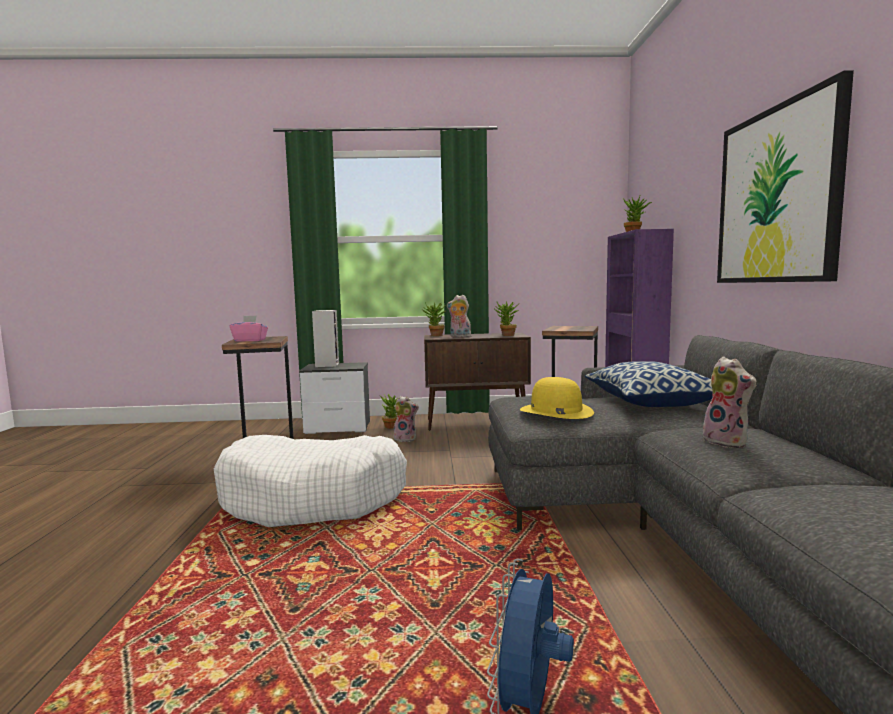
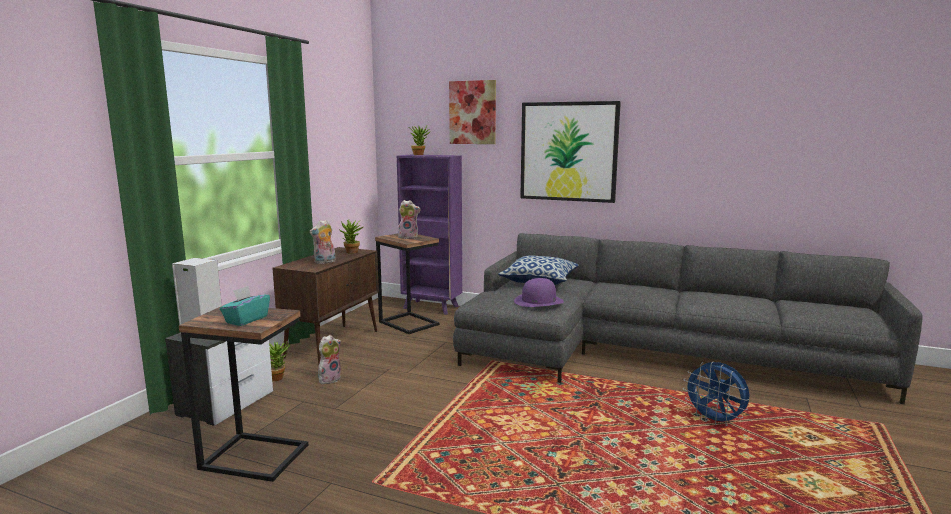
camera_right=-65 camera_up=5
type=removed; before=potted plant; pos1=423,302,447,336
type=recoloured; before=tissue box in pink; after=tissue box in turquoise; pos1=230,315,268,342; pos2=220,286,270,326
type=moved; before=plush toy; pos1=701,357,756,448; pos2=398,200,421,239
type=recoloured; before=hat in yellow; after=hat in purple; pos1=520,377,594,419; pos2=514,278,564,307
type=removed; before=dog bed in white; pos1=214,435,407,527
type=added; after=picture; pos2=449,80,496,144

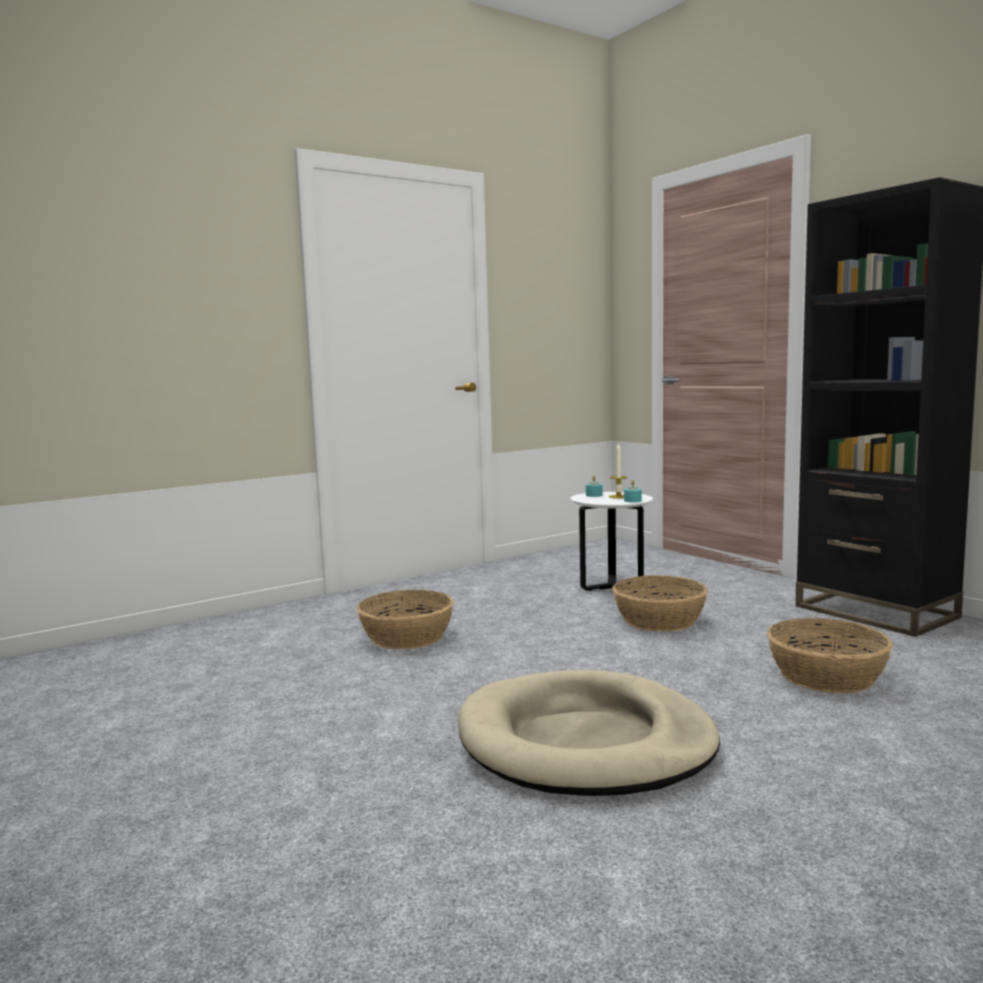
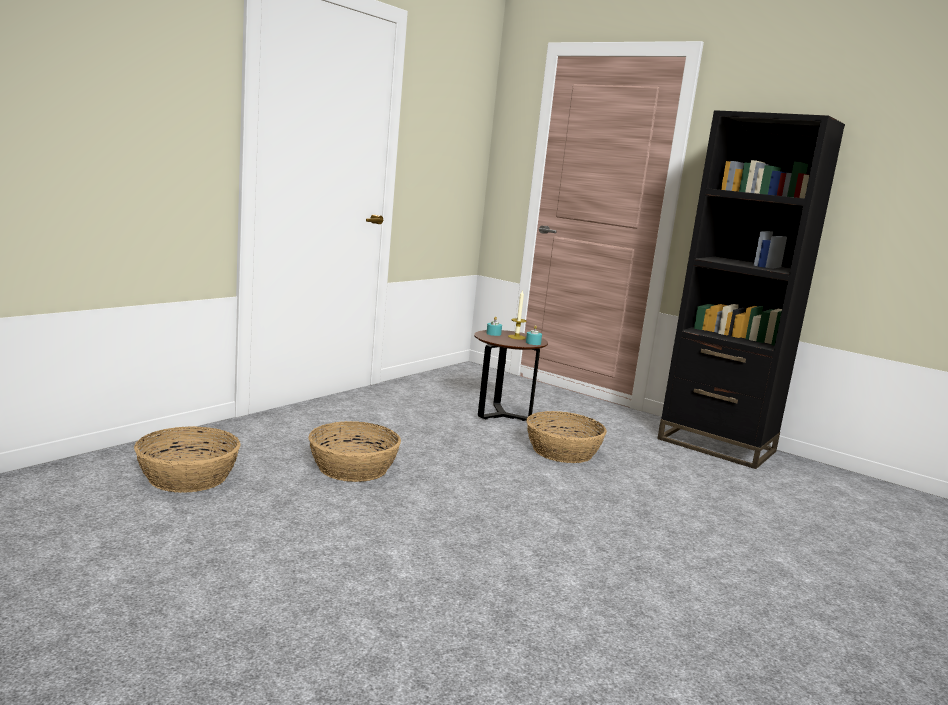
camera_right=-20 camera_up=5
type=recoloured; before=side table in white; after=side table in brown; pos1=570,492,653,591; pos2=474,330,548,421
type=moved; before=basket; pos1=767,618,893,693; pos2=134,426,240,493
type=removed; before=dog bed in beige; pos1=458,670,720,796

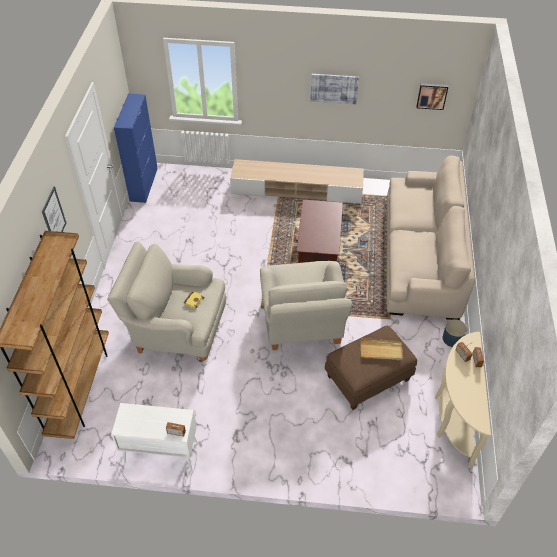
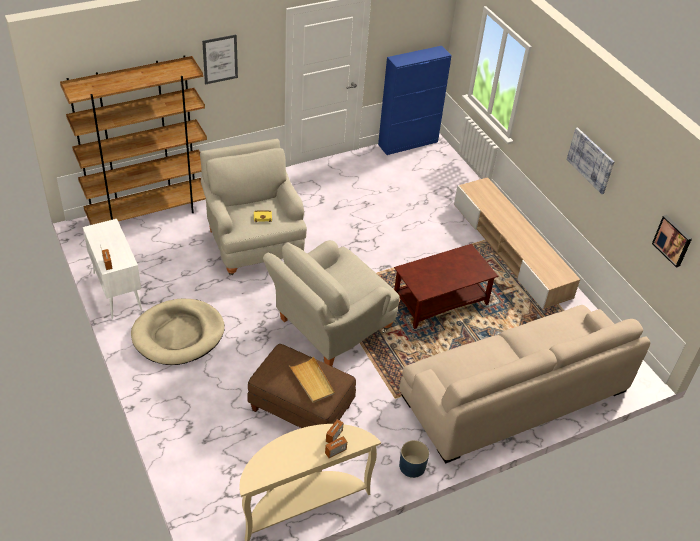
camera_right=55 camera_up=-5
type=added; after=dog bed in beige; pos2=131,299,225,365

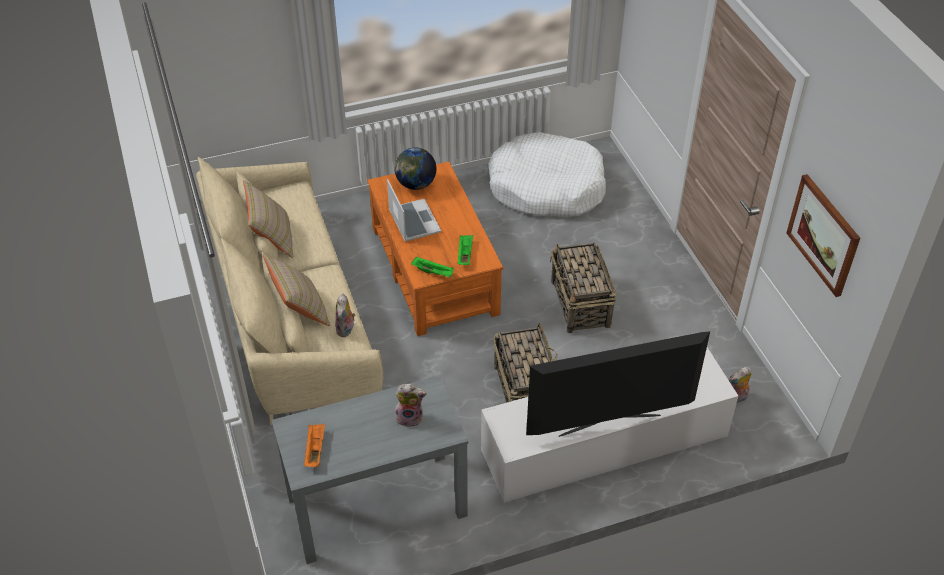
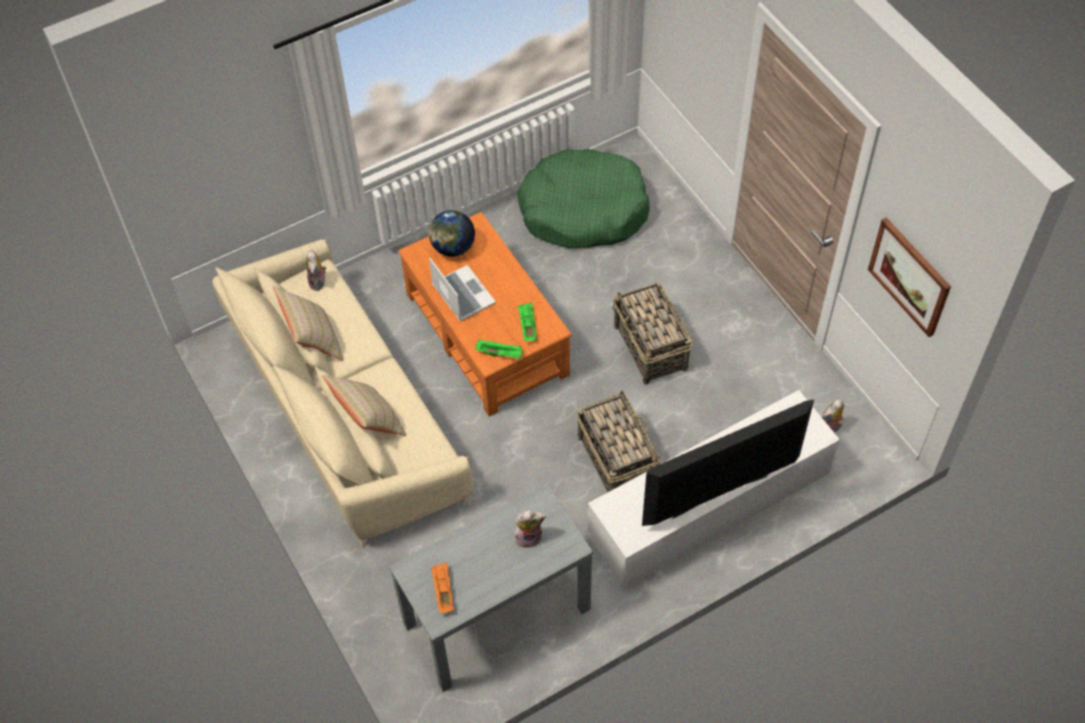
camera_right=-10 camera_up=10
type=recoloured; before=dog bed in white; after=dog bed in green; pos1=488,132,606,217; pos2=517,149,650,248
type=moved; before=plush toy; pos1=335,294,355,337; pos2=306,250,326,291

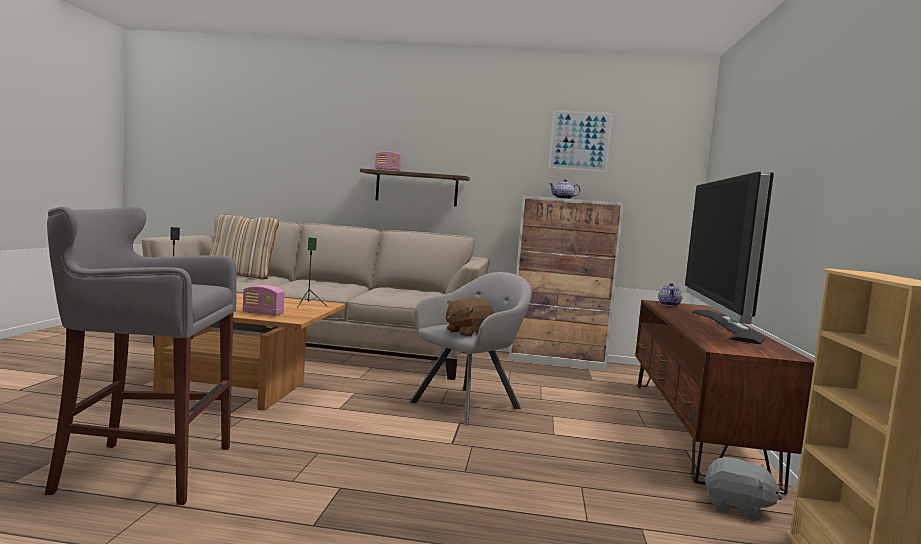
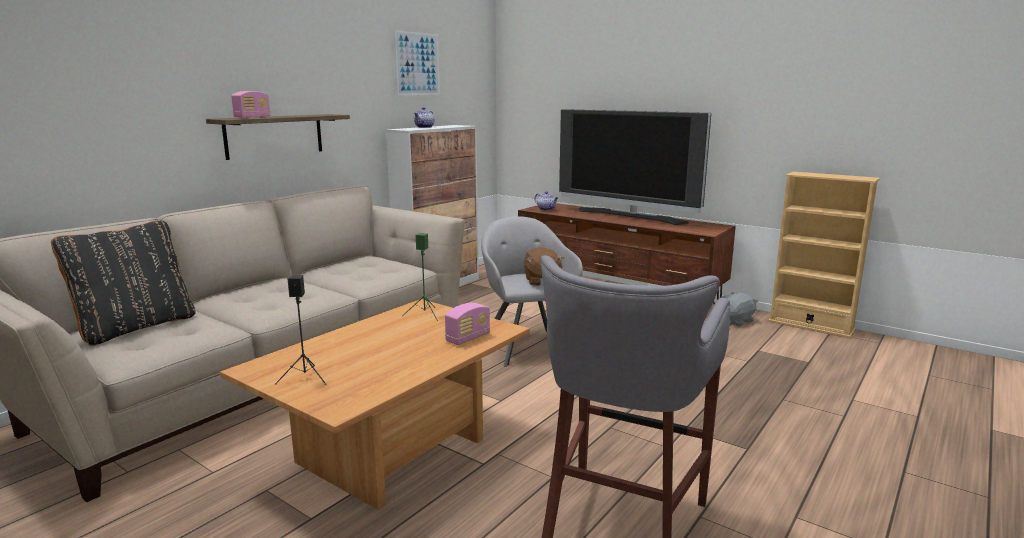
camera_right=-60 camera_up=10
type=recoloured; before=pillow in beige; after=pillow in black; pos1=210,214,279,279; pos2=51,220,196,346

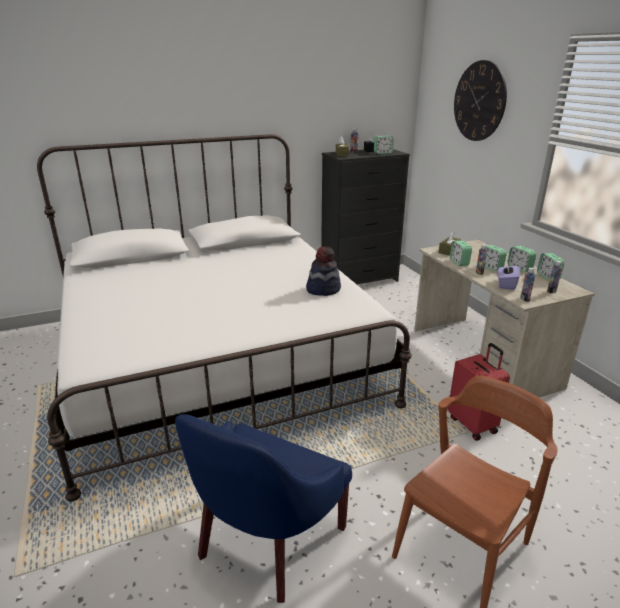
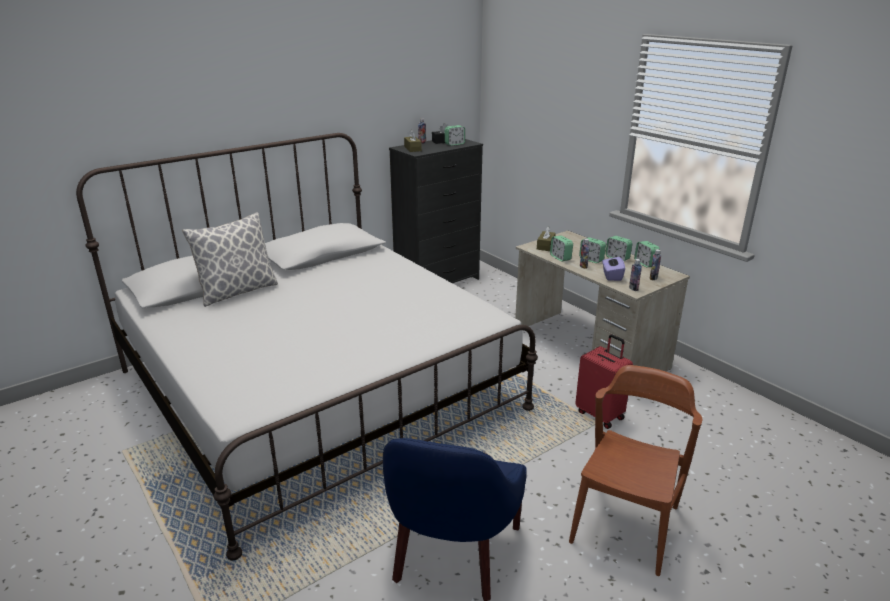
camera_right=-15 camera_up=0
type=removed; before=wall clock; pos1=454,60,507,141
type=removed; before=hat; pos1=306,246,341,296
type=added; after=pillow; pos2=182,212,278,307

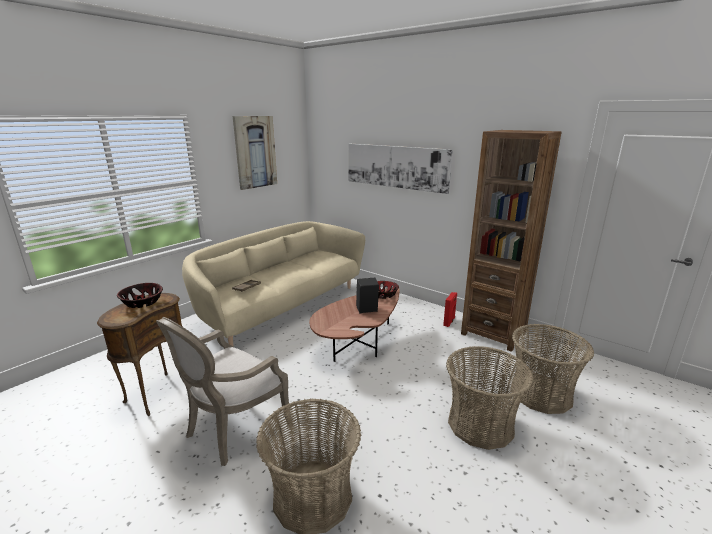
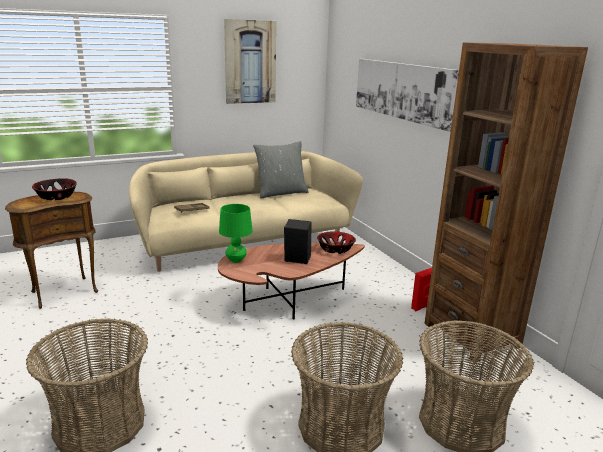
camera_right=25 camera_up=0
type=removed; before=armchair; pos1=156,317,293,466
type=added; after=pillow in grey; pos2=253,141,309,199
type=added; after=table lamp in green; pos2=219,204,252,263

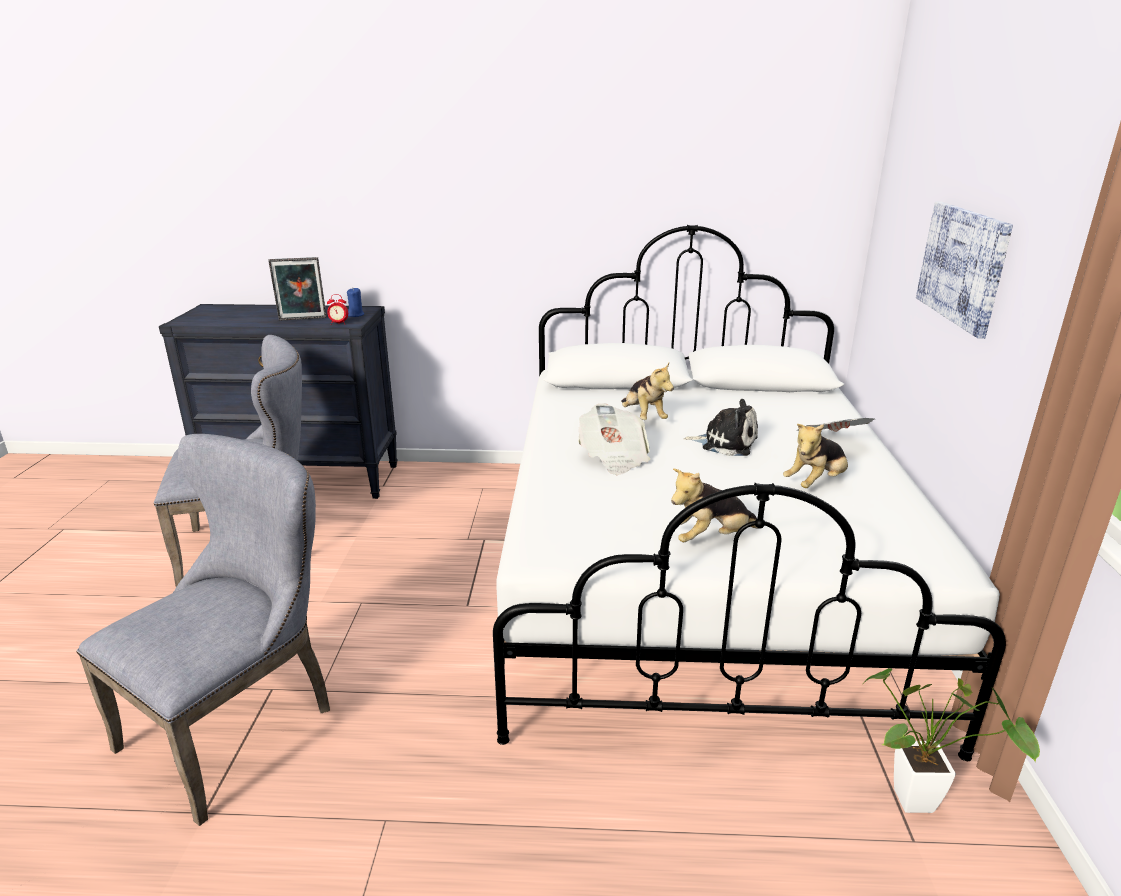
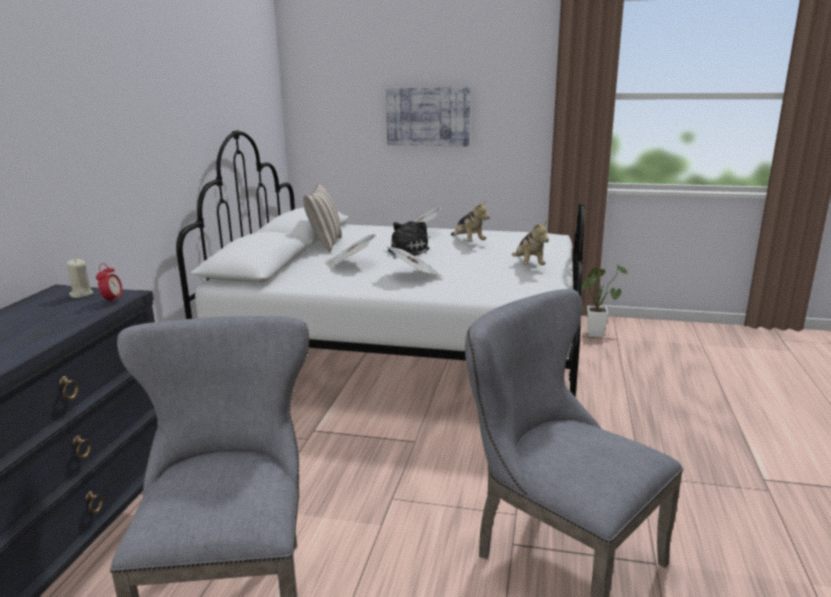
camera_right=-80 camera_up=-5
type=removed; before=picture frame; pos1=268,257,327,321
type=recoloured; before=candle in blue; after=candle in beige; pos1=347,288,364,317; pos2=66,259,94,298
type=replaced; before=plush toy; after=newspaper; pos1=621,363,674,420; pos2=325,234,376,268
type=added; after=pillow; pos2=303,184,342,253

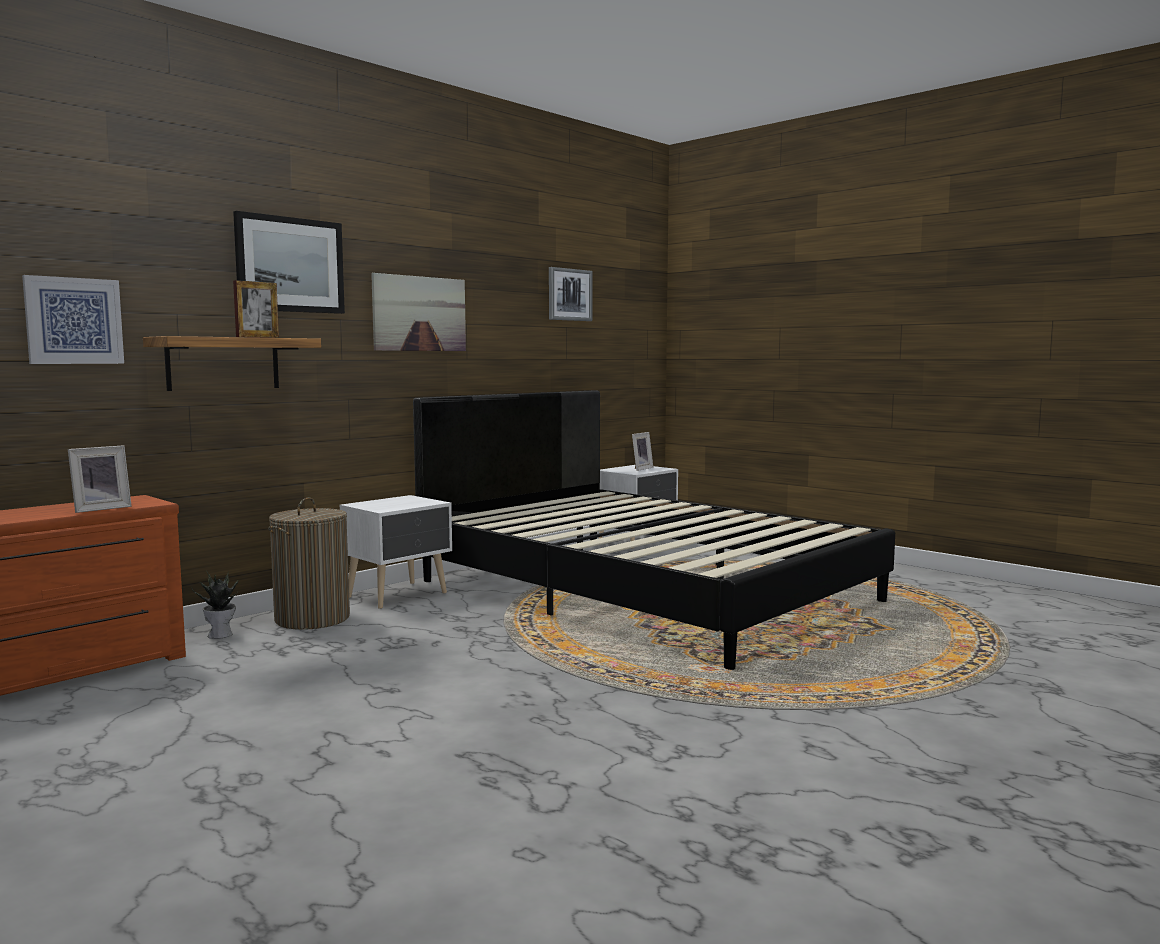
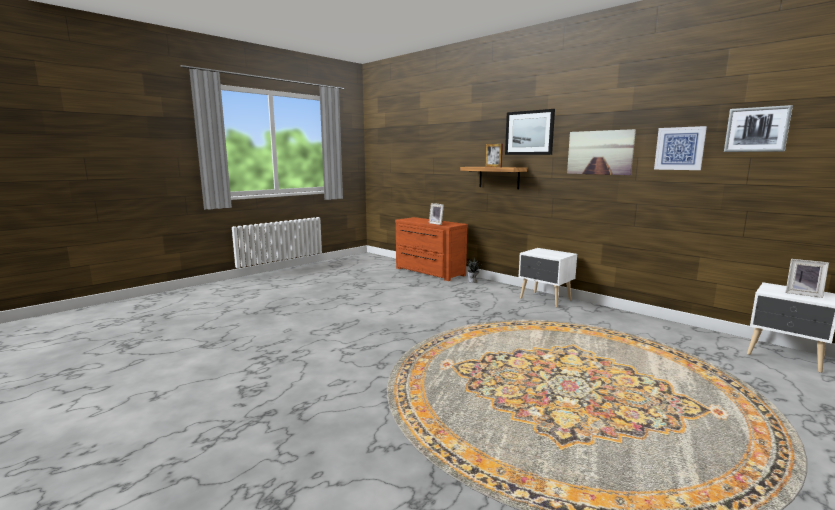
camera_right=90 camera_up=5
type=moved; before=picture; pos1=22,275,124,364; pos2=654,126,707,170
type=removed; before=bed in black; pos1=413,390,895,670
type=removed; before=laundry basket; pos1=268,497,350,630

